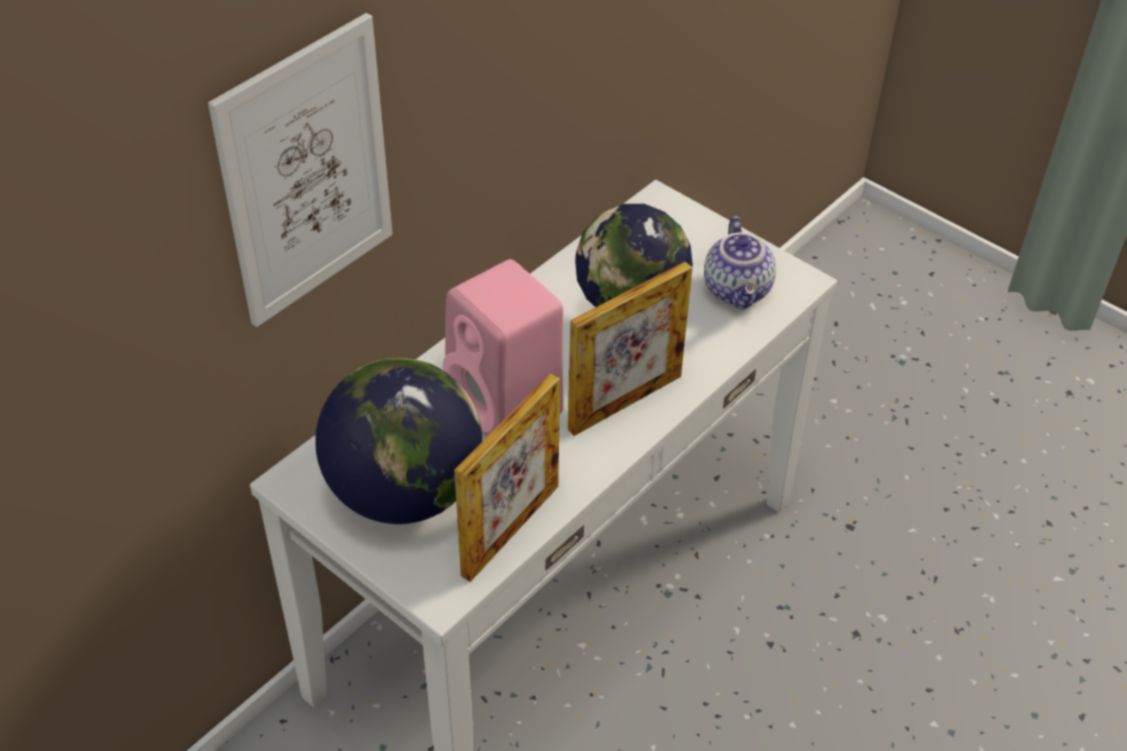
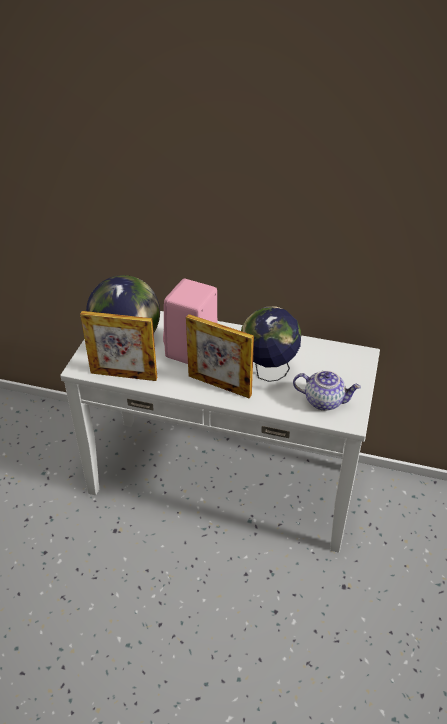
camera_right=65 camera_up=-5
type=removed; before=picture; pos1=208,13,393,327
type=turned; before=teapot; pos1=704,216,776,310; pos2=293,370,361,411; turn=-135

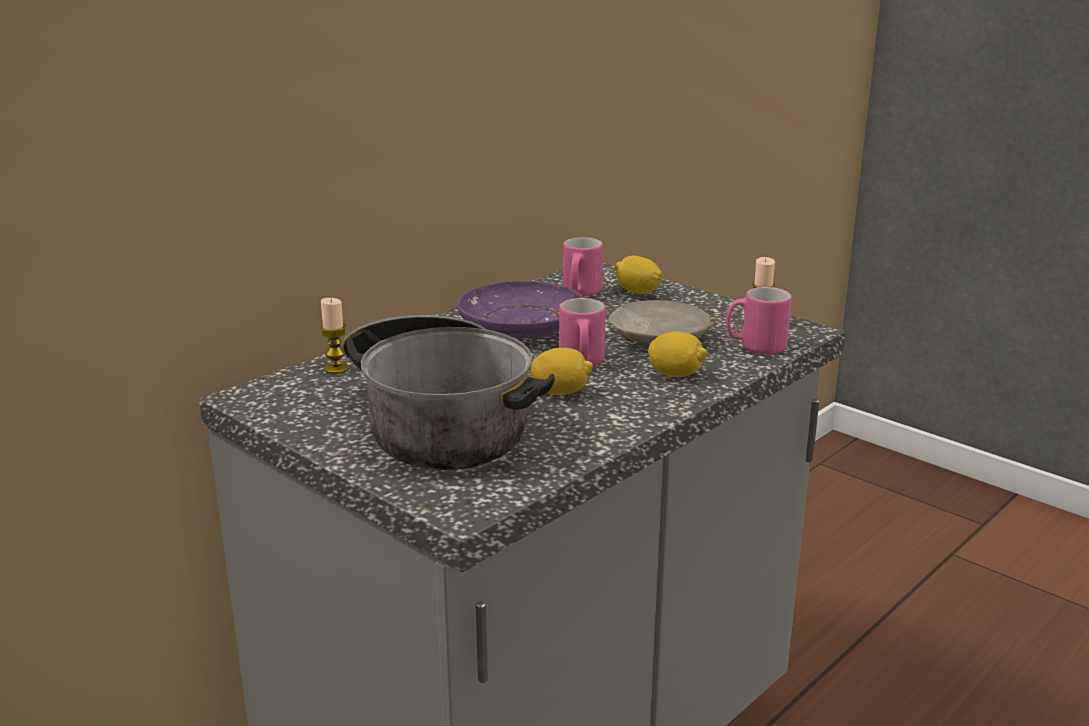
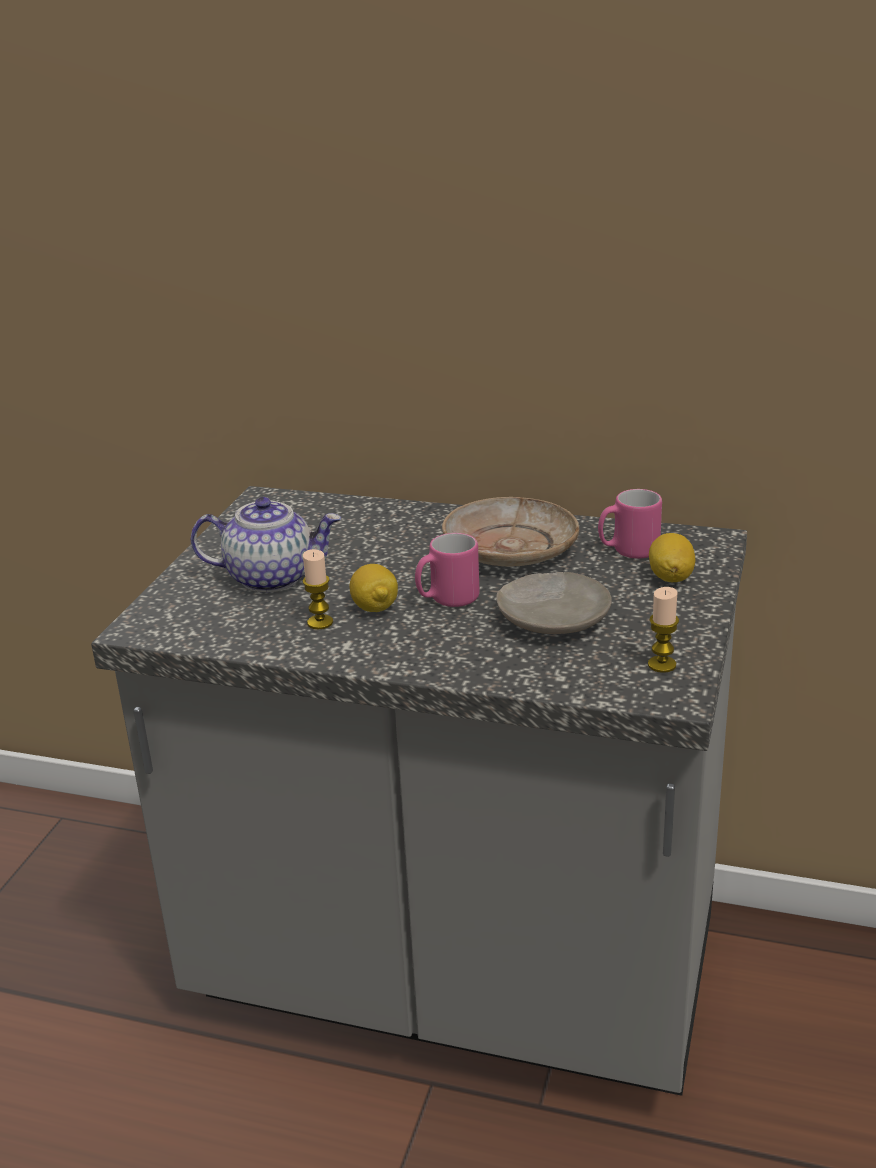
camera_right=65 camera_up=5
type=recoloured; before=plate in purple; after=plate in beige; pos1=457,281,584,338; pos2=442,497,579,566
type=removed; before=mug in pink; pos1=726,287,792,354
type=moved; before=candle; pos1=320,298,349,374; pos2=303,549,333,629
type=replaced; before=cooking pot; after=teapot; pos1=342,315,555,470; pos2=191,497,341,592
type=removed; before=lemon; pos1=648,332,708,377

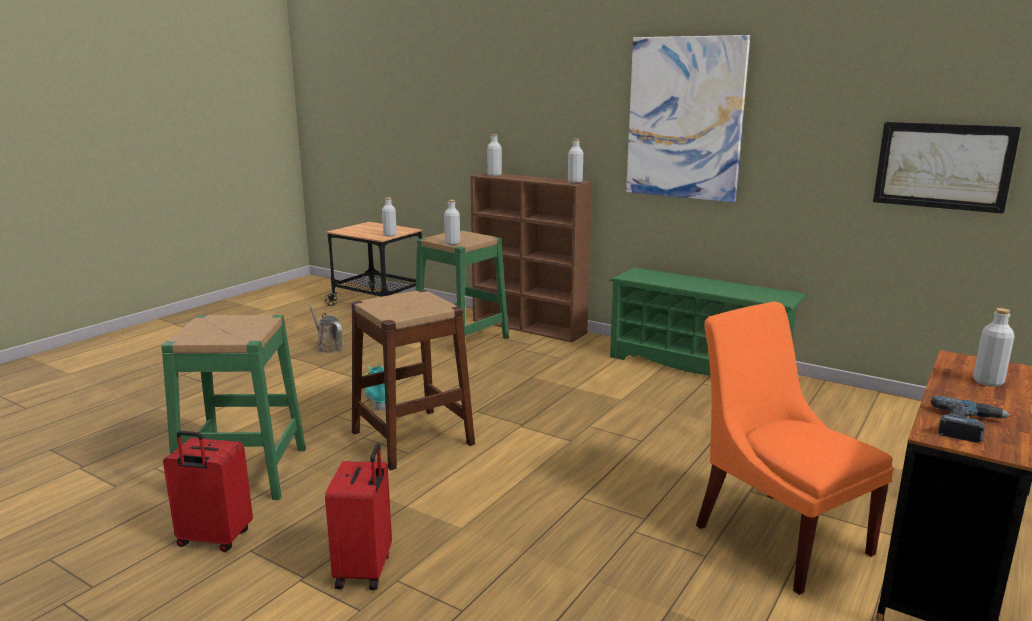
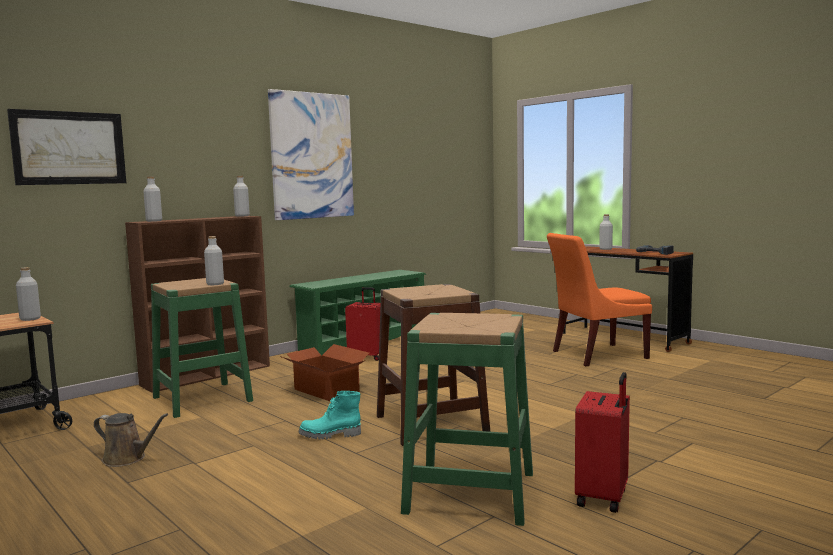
camera_right=-75 camera_up=-10
type=moved; before=picture; pos1=873,122,1021,214; pos2=7,109,126,185
type=turned; before=watering can in brown; pos1=308,304,345,353; pos2=94,413,168,467; turn=-135
type=moved; before=suitcase in red; pos1=325,444,392,590; pos2=345,287,380,361
type=added; after=cardboard box; pos2=280,344,369,401

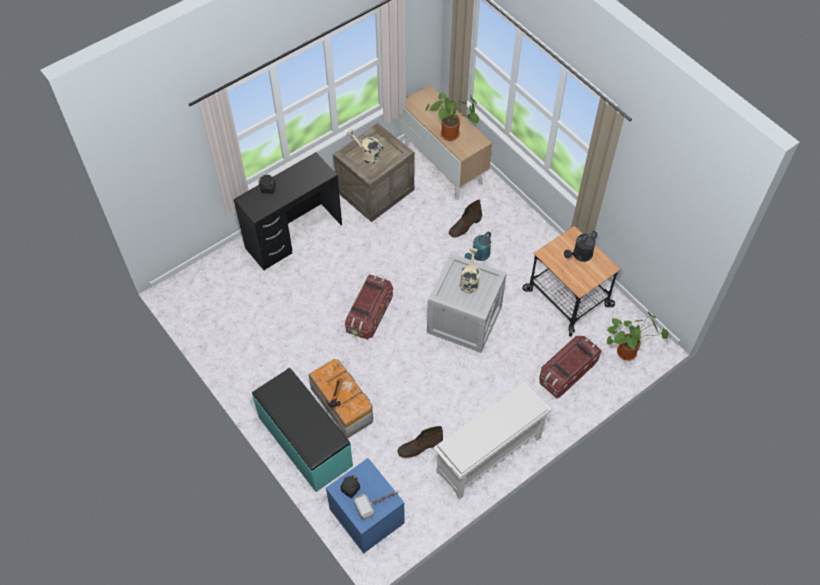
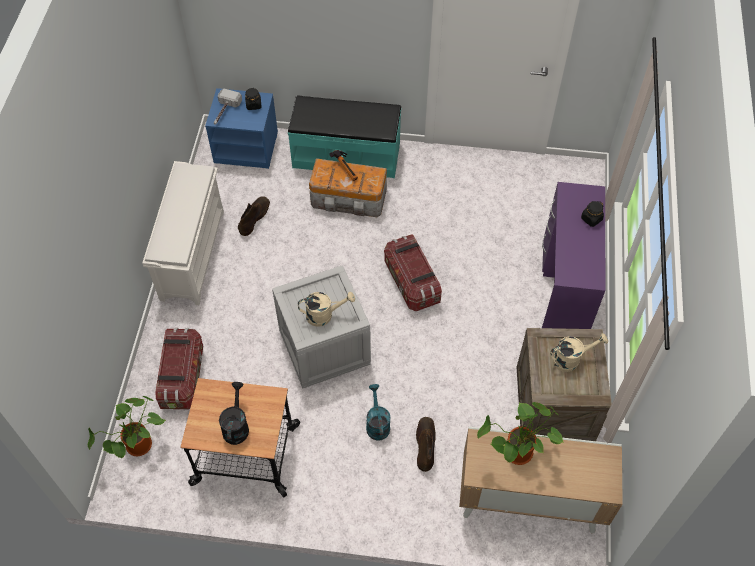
camera_right=135 camera_up=0
type=recoloured; before=desk in black; after=desk in purple; pos1=234,152,342,270; pos2=542,182,605,329
type=turned; before=watering can in beige; pos1=460,248,480,294; pos2=298,292,355,327; turn=-60

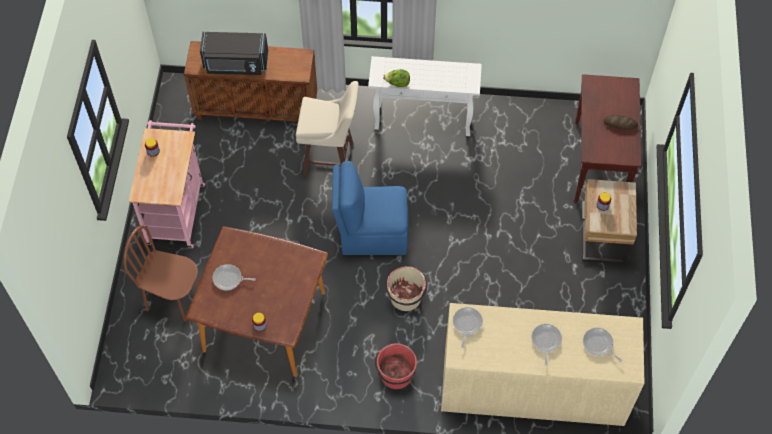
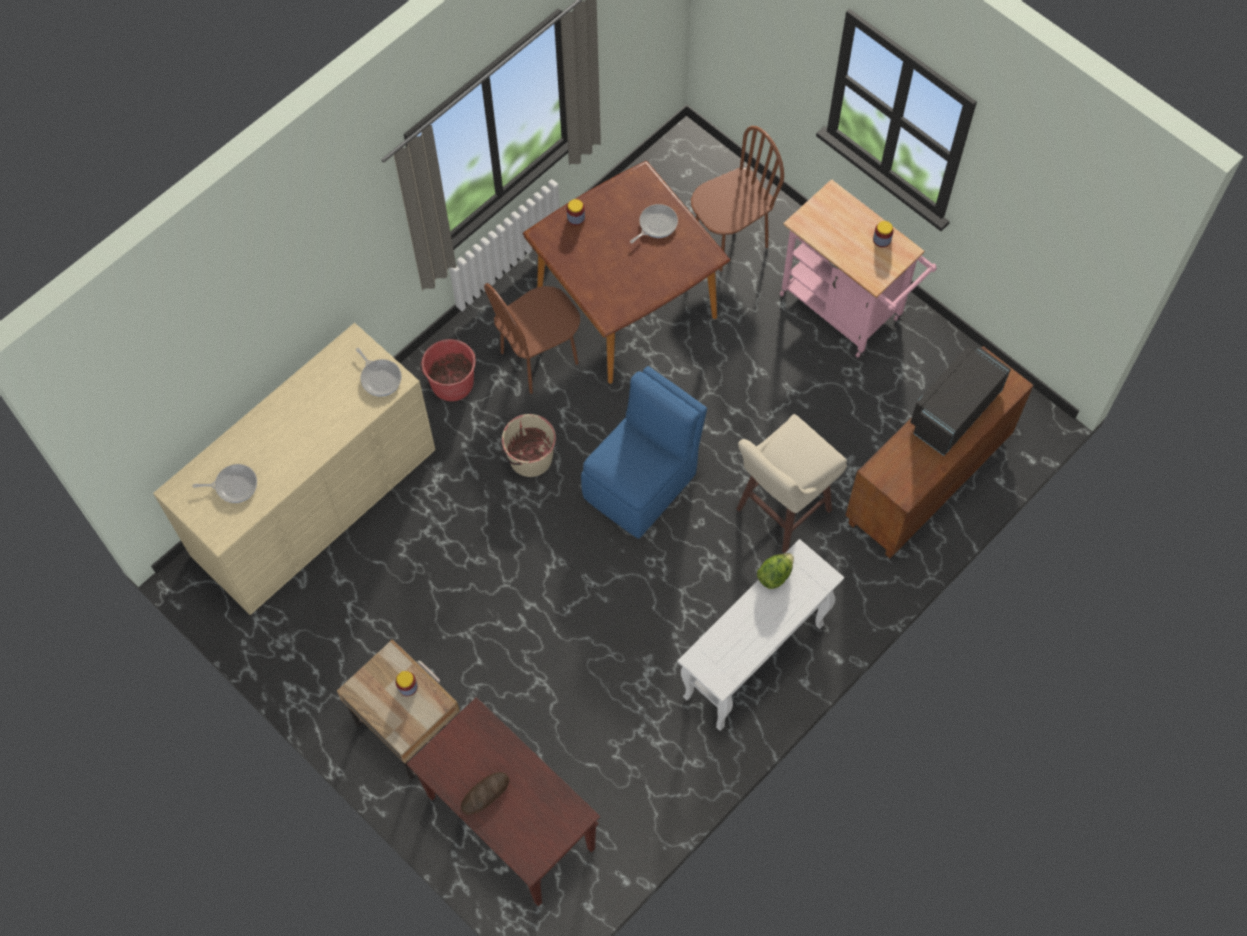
camera_right=130 camera_up=5
type=removed; before=frying pan; pos1=531,324,562,366
type=added; after=chair in brown; pos2=484,283,580,394

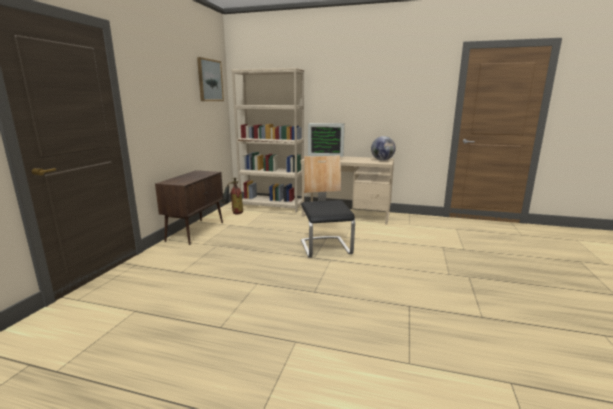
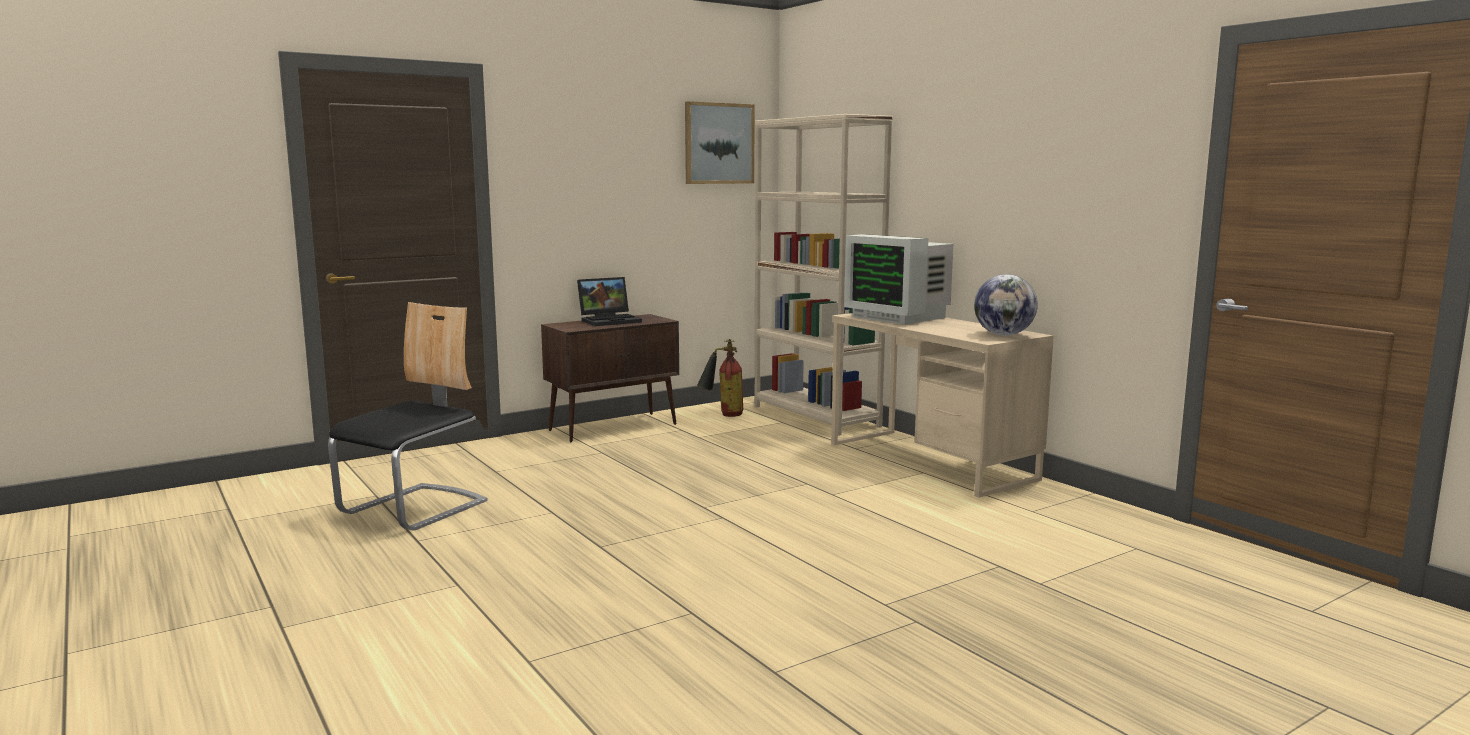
camera_right=40 camera_up=-5
type=moved; before=chair; pos1=301,155,355,257; pos2=328,302,488,530
type=added; after=laptop; pos2=577,277,642,326

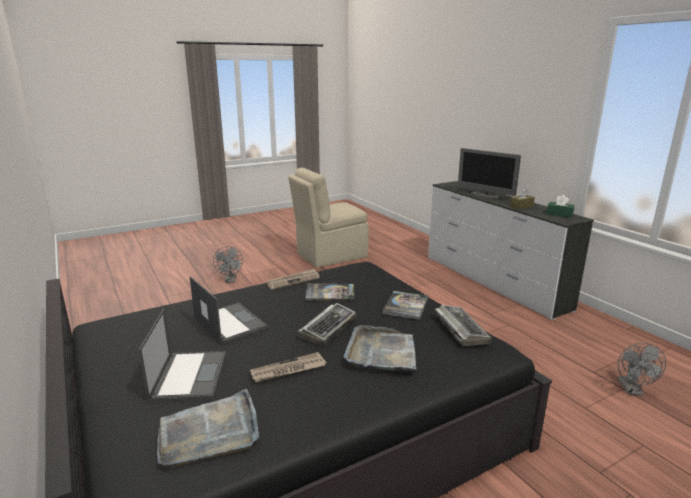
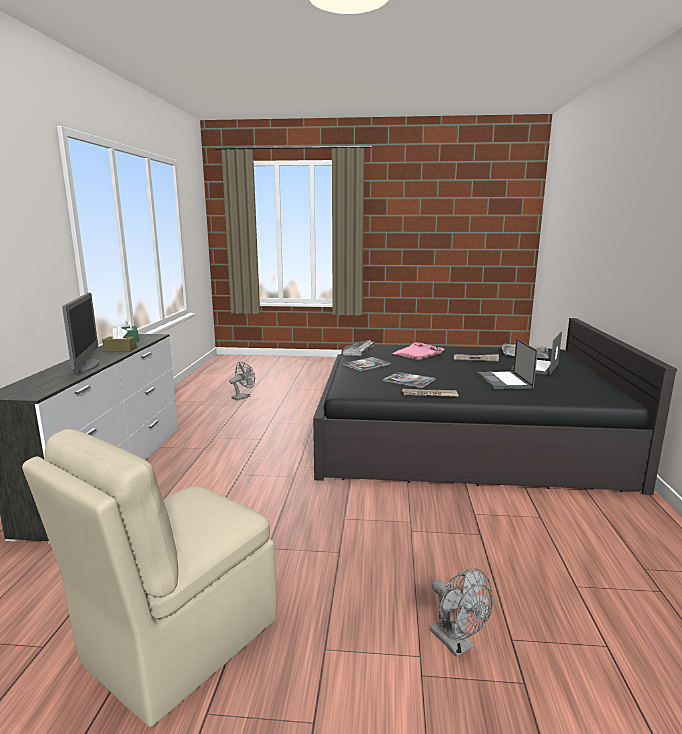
camera_right=-145 camera_up=-5
type=turned; before=chair in beige; pos1=288,168,369,268; pos2=22,429,277,727; turn=120
type=turned; before=fan in grey; pos1=213,246,243,283; pos2=430,568,493,657; turn=120
type=removed; before=keyboard; pos1=297,303,356,346
type=recoloured; before=tray in grey; after=tray in pink; pos1=343,325,416,371; pos2=392,342,445,360

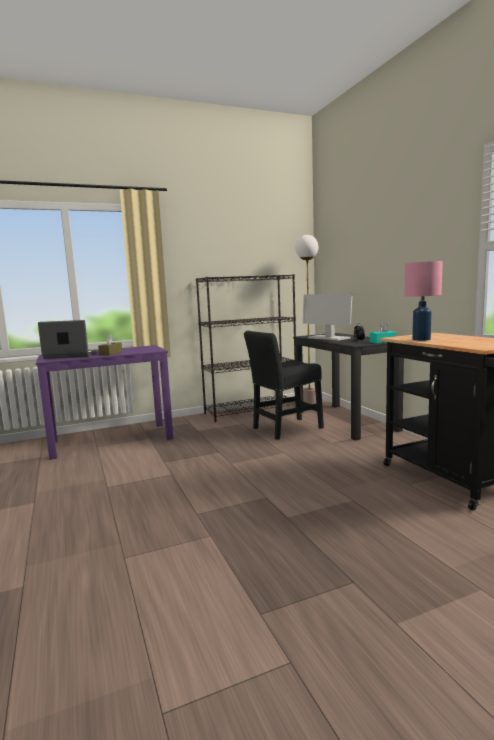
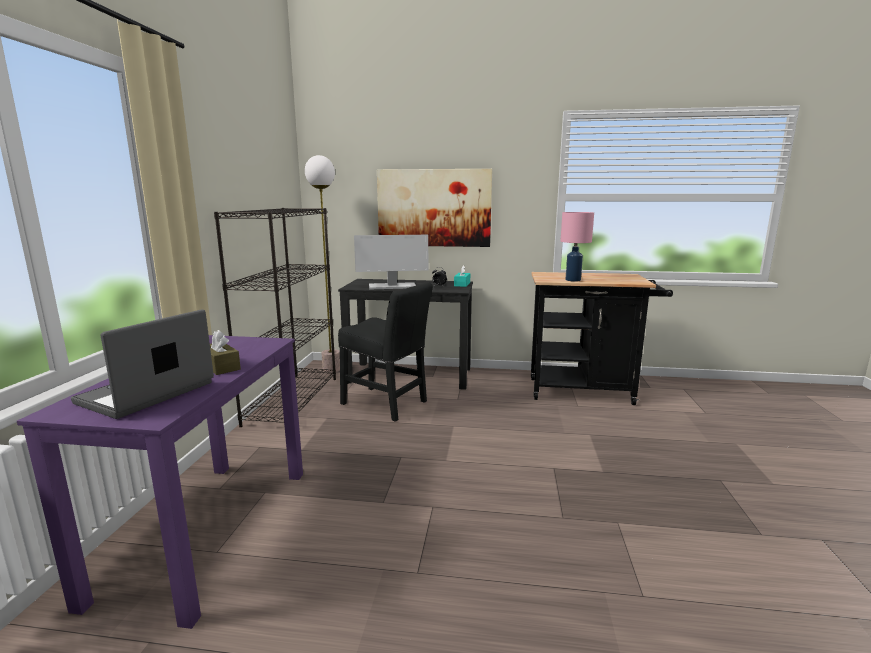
camera_right=-60 camera_up=5
type=turned; before=chair in black; pos1=244,331,324,440; pos2=338,282,433,422; turn=-60
type=added; after=picture; pos2=377,169,492,247

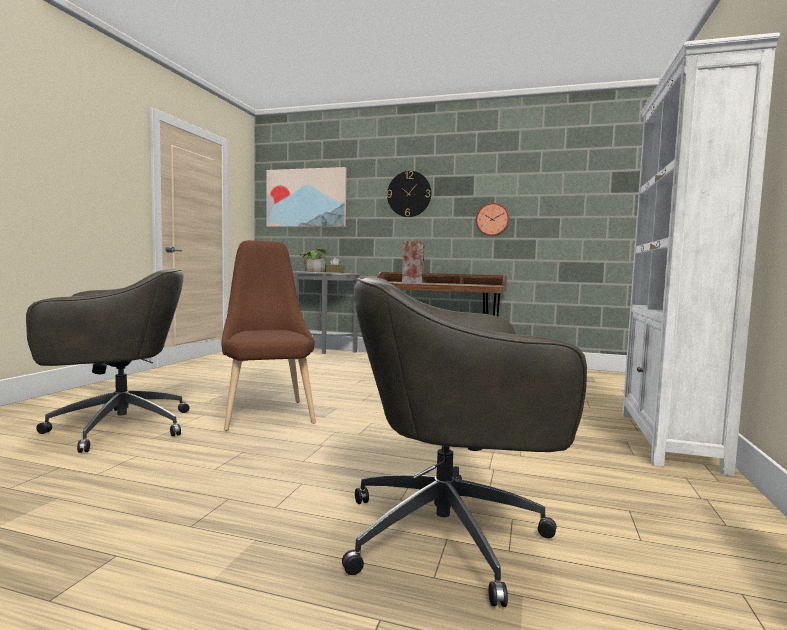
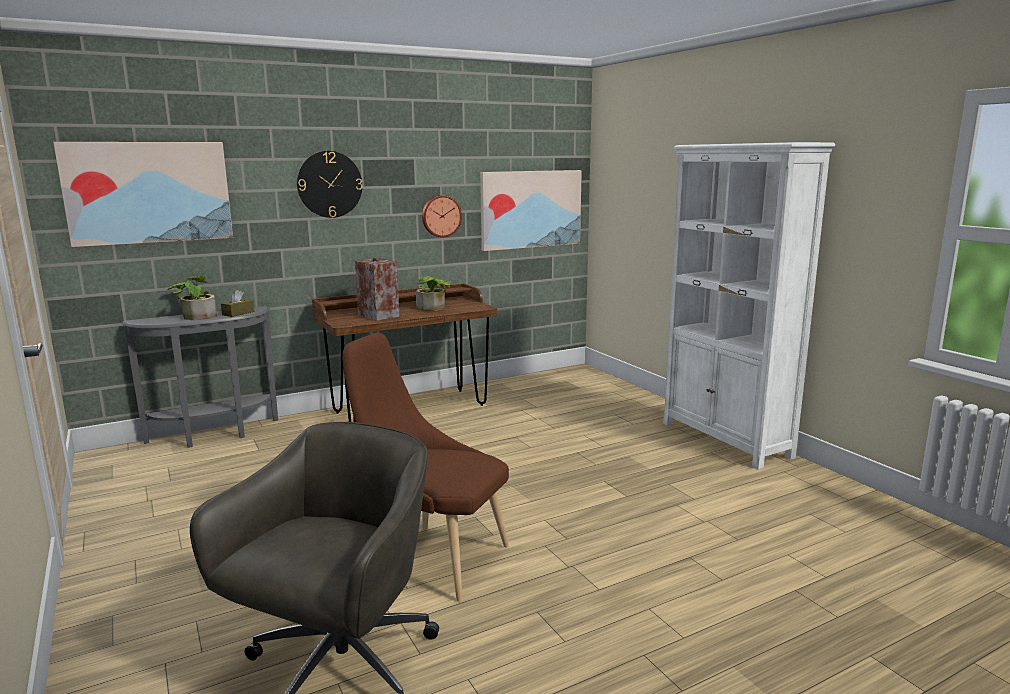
camera_right=-45 camera_up=10
type=removed; before=office chair in grey; pos1=342,278,587,607
type=added; after=picture; pos2=480,170,582,251
type=added; after=potted plant; pos2=416,276,453,311

